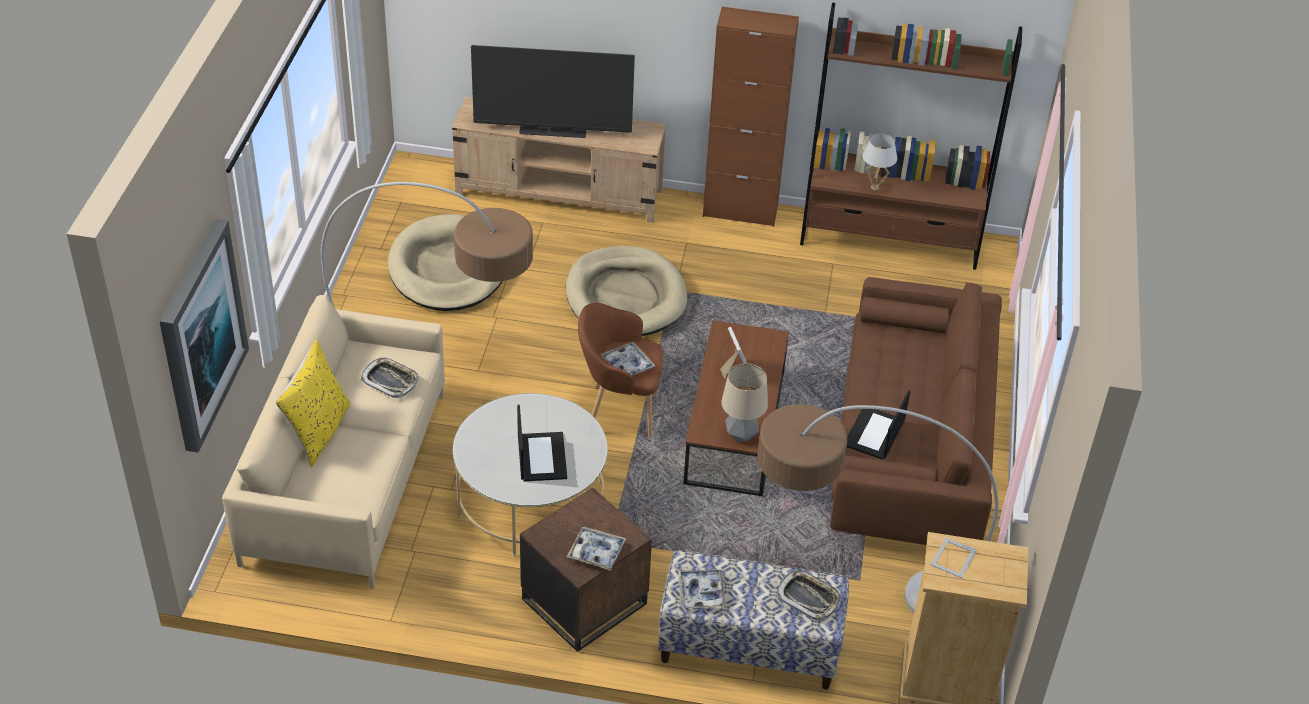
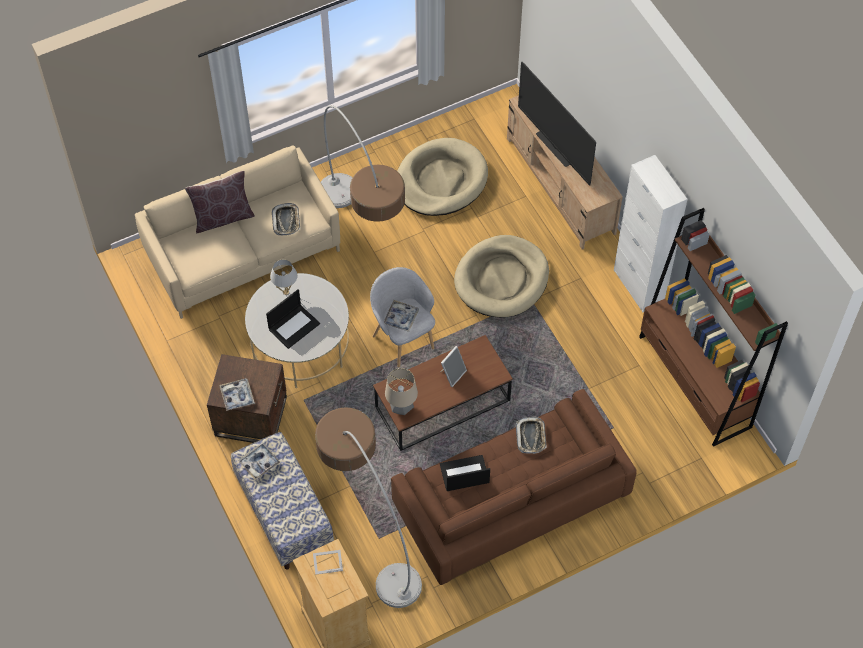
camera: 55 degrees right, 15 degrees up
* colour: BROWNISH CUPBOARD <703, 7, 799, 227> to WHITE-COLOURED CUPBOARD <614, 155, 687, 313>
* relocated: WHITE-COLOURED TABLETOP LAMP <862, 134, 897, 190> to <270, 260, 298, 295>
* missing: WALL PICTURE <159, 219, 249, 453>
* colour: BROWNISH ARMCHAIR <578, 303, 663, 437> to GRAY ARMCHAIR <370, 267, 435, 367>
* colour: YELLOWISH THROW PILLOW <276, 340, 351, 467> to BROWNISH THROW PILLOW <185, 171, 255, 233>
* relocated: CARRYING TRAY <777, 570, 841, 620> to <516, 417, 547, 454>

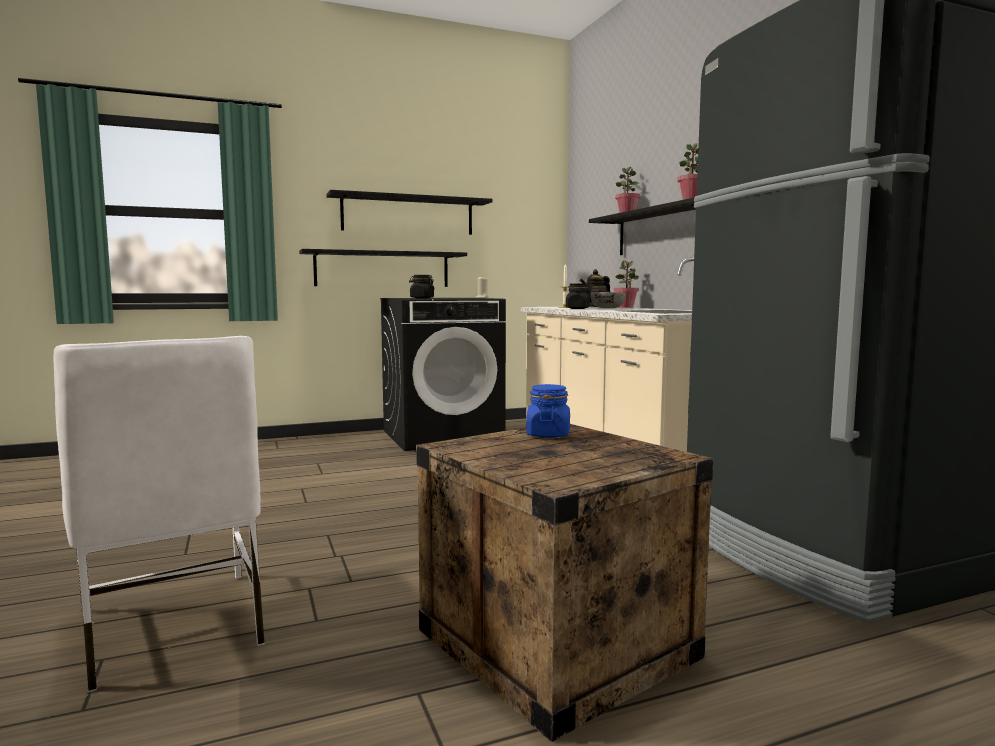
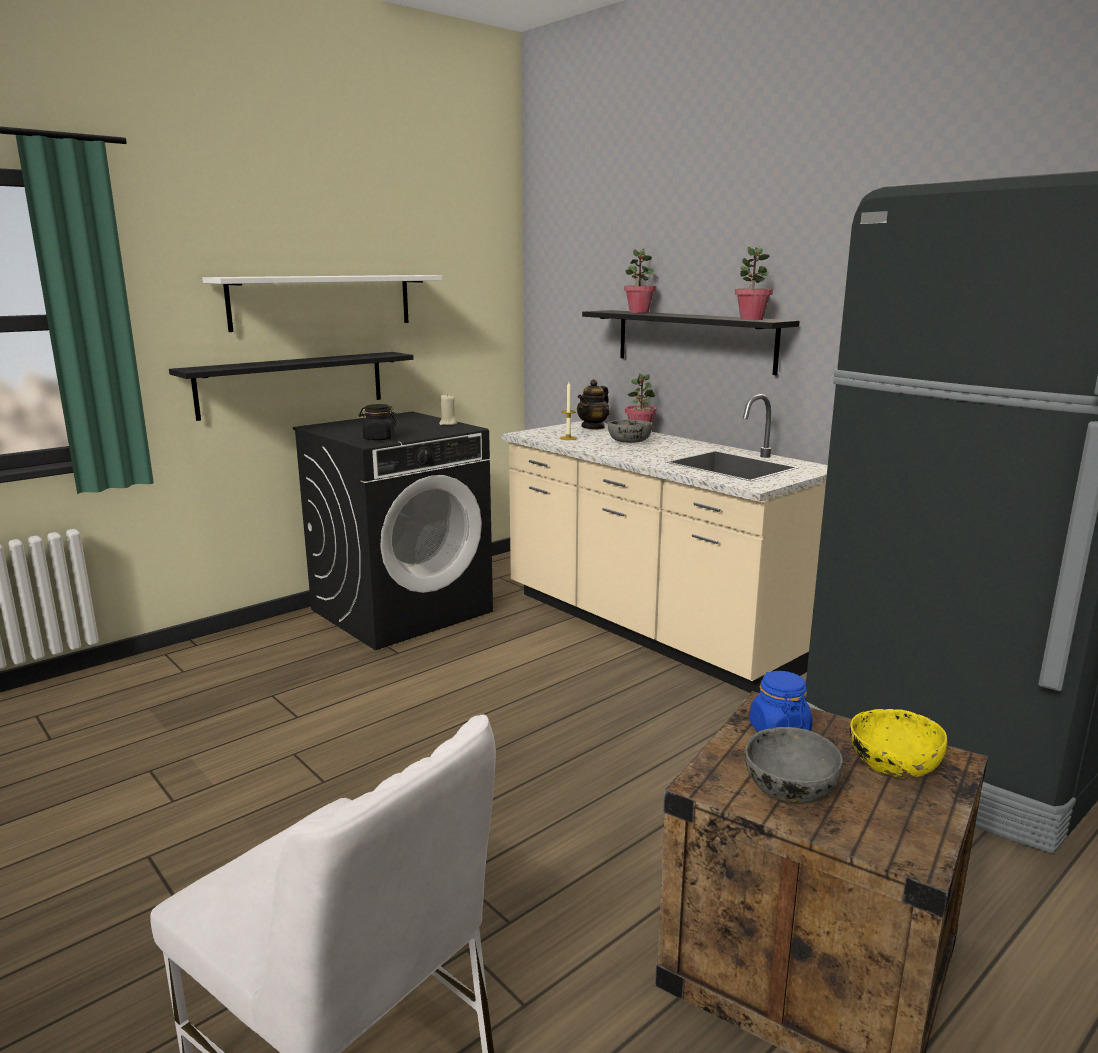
camera: 20 degrees left, 10 degrees up
* colour: BLACK-COLOURED BRACKET SHELF <326, 190, 493, 235> to WHITE-COLOURED BRACKET SHELF <202, 275, 442, 332>
* missing: BLACK-COLOURED STORAGE JAR <566, 283, 590, 309>
* appeared: YELLOWISH BOWL <850, 709, 947, 778>
* appeared: GRAY BOWL <745, 727, 843, 804>

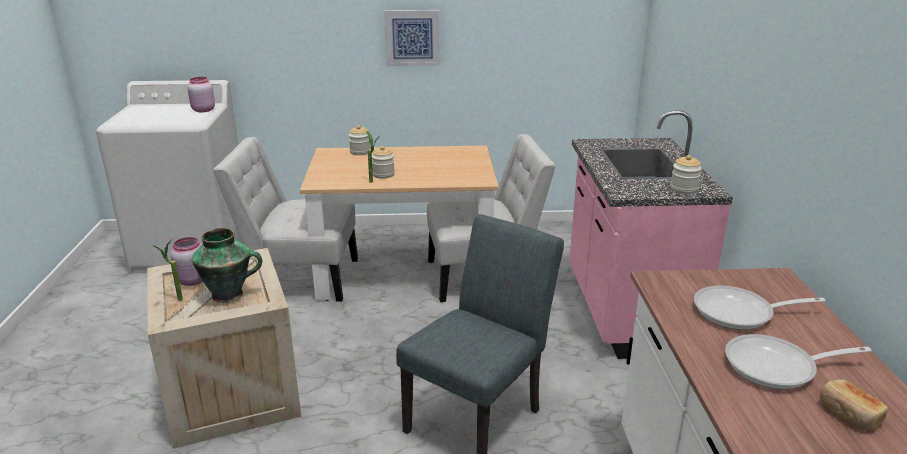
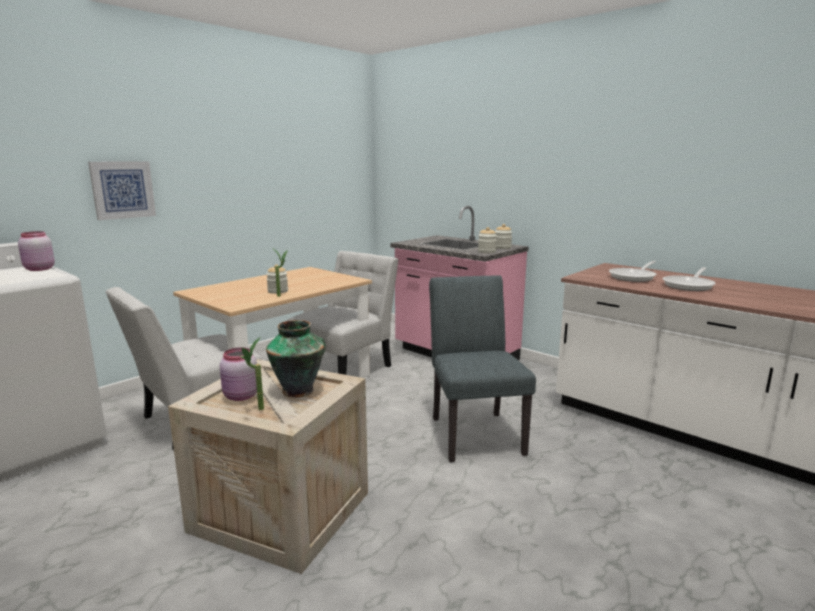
camera: 45 degrees left, 10 degrees down
* relocated: WALL PICTURE <384, 10, 440, 66> to <88, 161, 156, 220>
* relocated: STORAGE JAR <349, 125, 370, 155> to <478, 227, 497, 253>
* missing: BAKED BREAD <820, 379, 888, 431>

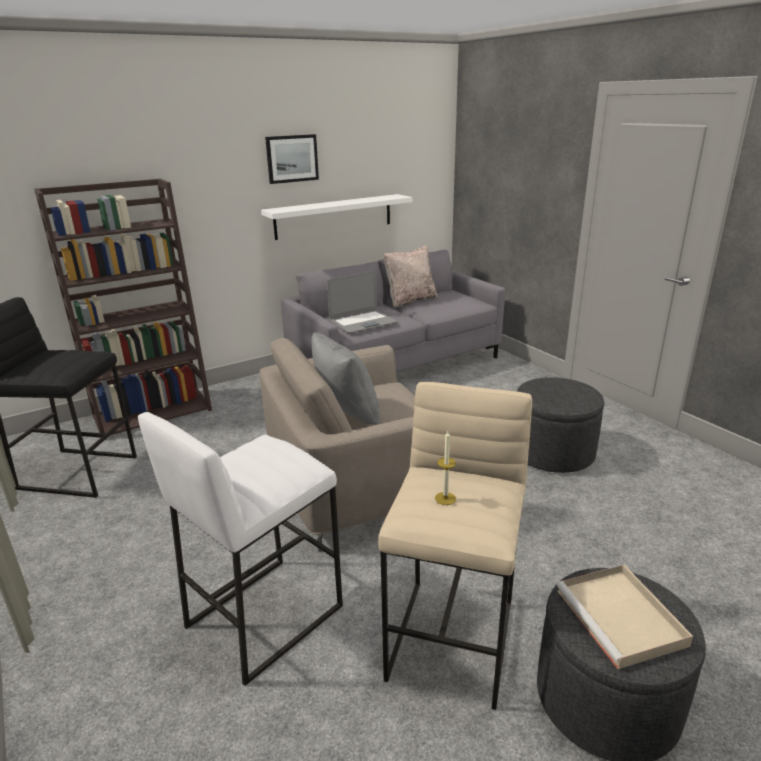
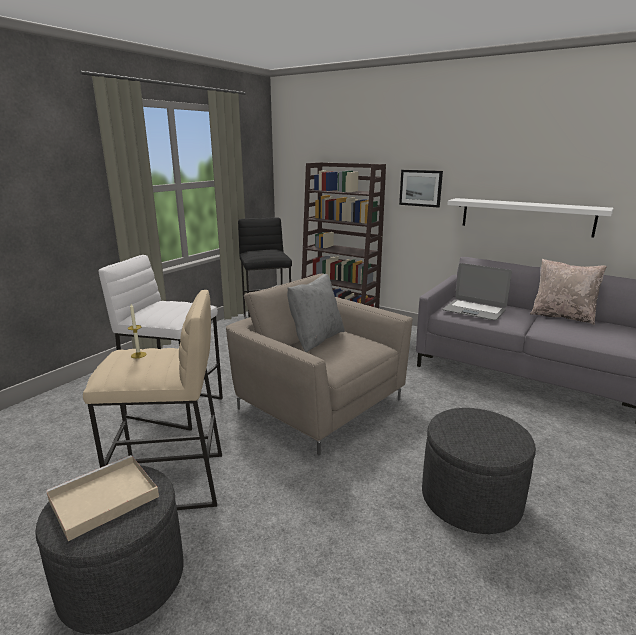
camera: 65 degrees right, 5 degrees down
* relocated: WALL PICTURE <265, 134, 319, 184> to <399, 170, 443, 208>

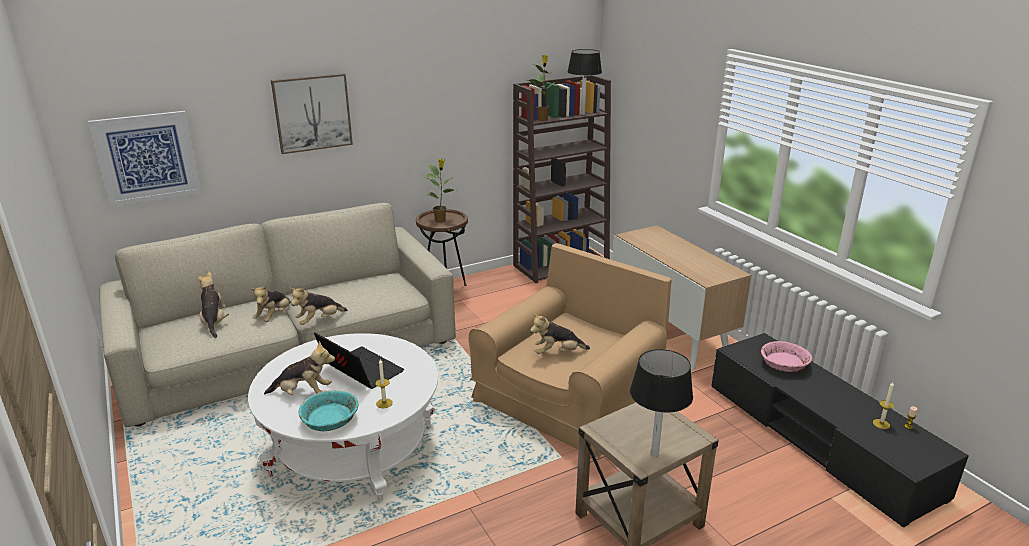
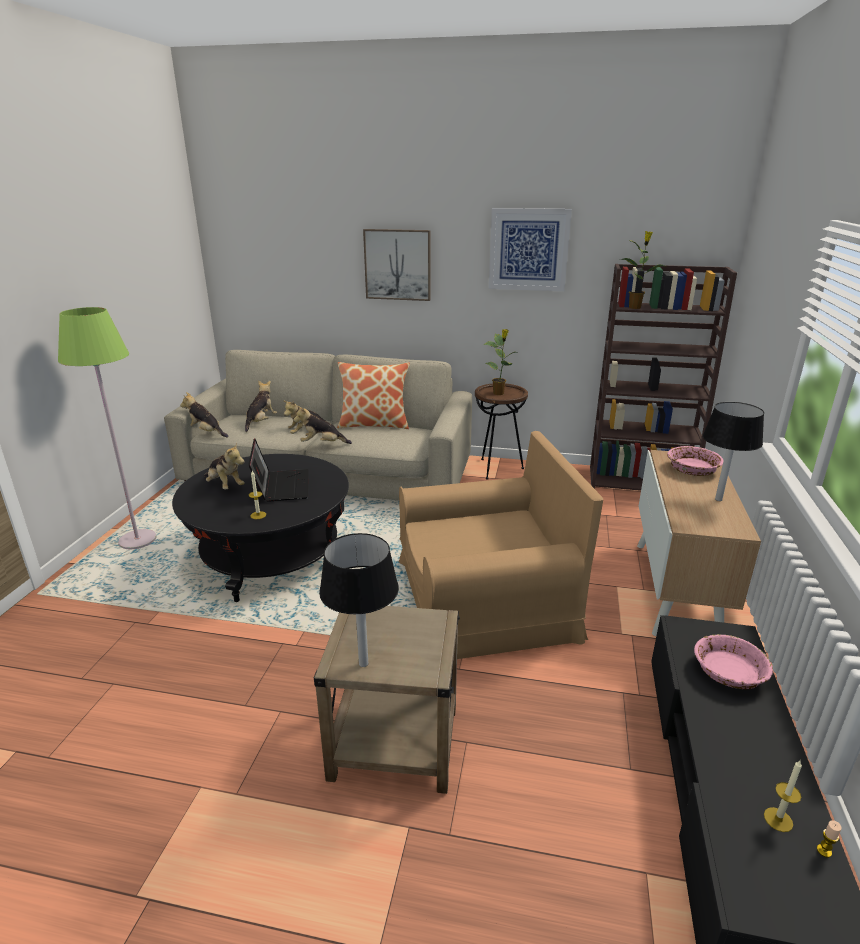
camera: 40 degrees right, 0 degrees up
* relocated: BLACK-COLOURED TABLETOP LAMP <567, 49, 602, 115> to <703, 402, 764, 501>
* relocated: WALL PICTURE <88, 111, 201, 207> to <489, 208, 572, 291>
* relocated: SOFT TOY <530, 313, 590, 354> to <180, 392, 229, 438>
* colour: WHITE-COLOURED COFFEE TABLE <248, 333, 438, 502> to BLACK-COLOURED COFFEE TABLE <172, 454, 349, 602>
* missing: TURQUOISE-COLOURED BOWL <299, 390, 358, 431>
* appeared: GREEN STANDING LAMP <58, 307, 156, 549>
* appeared: THROW PILLOW <337, 362, 410, 429>
* appeared: PINK BOWL <667, 446, 724, 476>

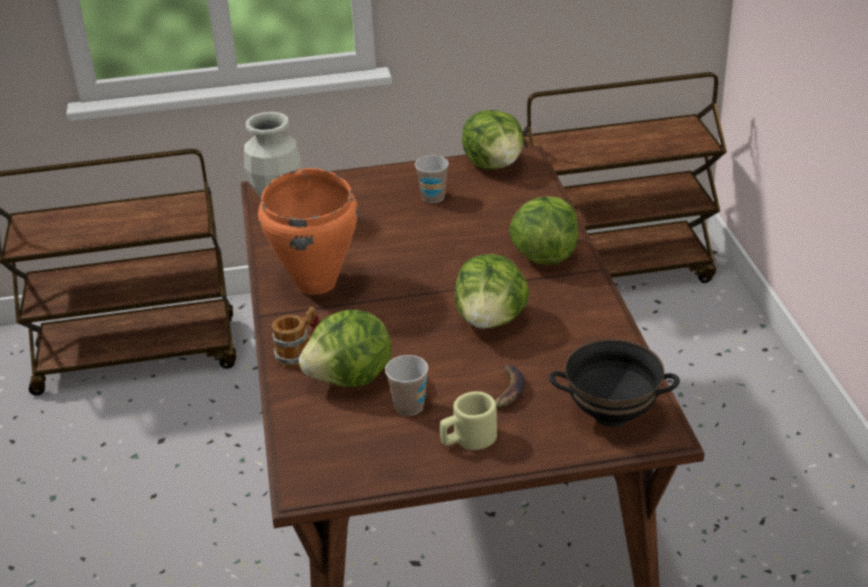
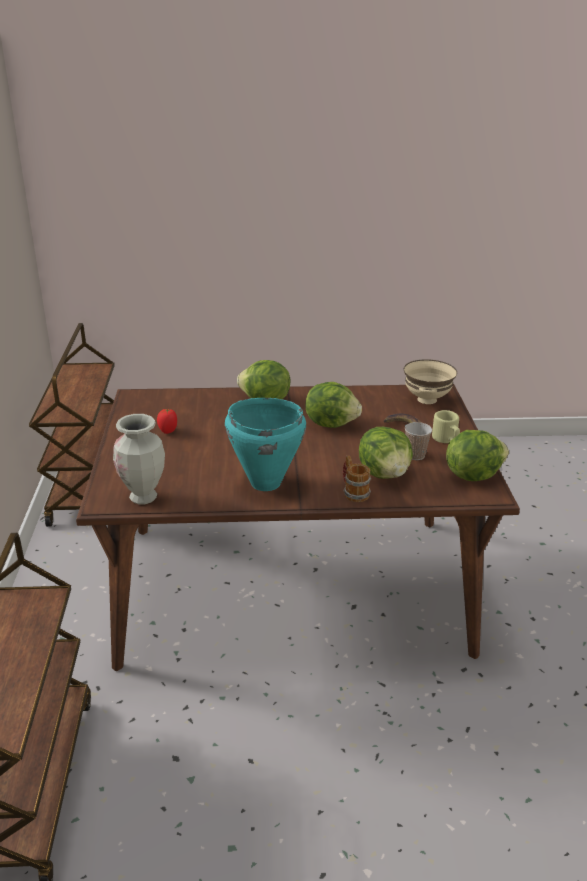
camera: 85 degrees left, 5 degrees down
* relocated: LETTUCE <462, 110, 524, 170> to <446, 430, 509, 481>
* exchanged: DRINKING CUP <415, 155, 449, 203> to FRESH TOMATO <157, 409, 177, 434>
* colour: ORANGEY SAUCEPOT <258, 168, 358, 295> to TURQUOISE-COLOURED SAUCEPOT <225, 398, 306, 491>
* colour: BLACK-COLOURED BOWL <549, 339, 680, 427> to BEIGE BOWL <404, 359, 457, 404>

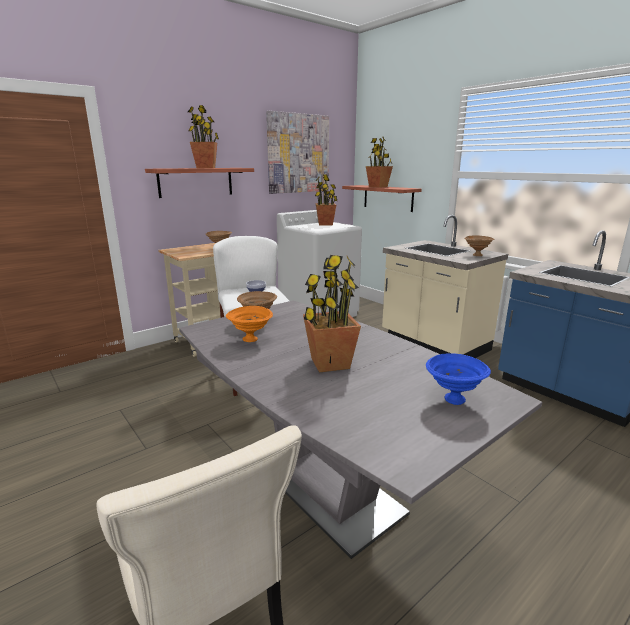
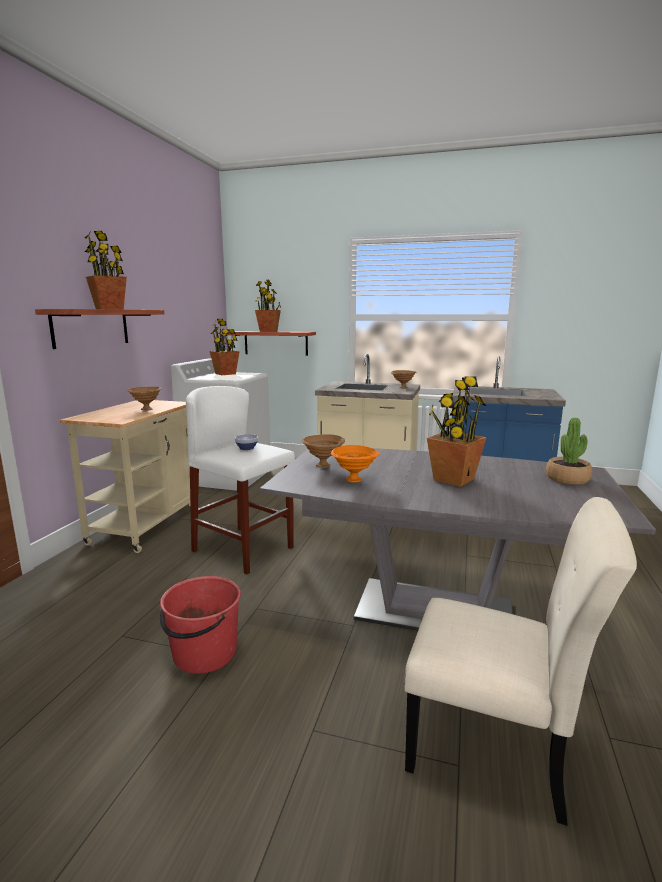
camera: 35 degrees left, 5 degrees down
* missing: WALL PICTURE <266, 111, 329, 194>
* exchanged: BLUE BOWL <426, 353, 491, 405> to POTTED PLANT <546, 418, 592, 485>
* appeared: REDDISH WATER BUCKET <160, 576, 241, 674>

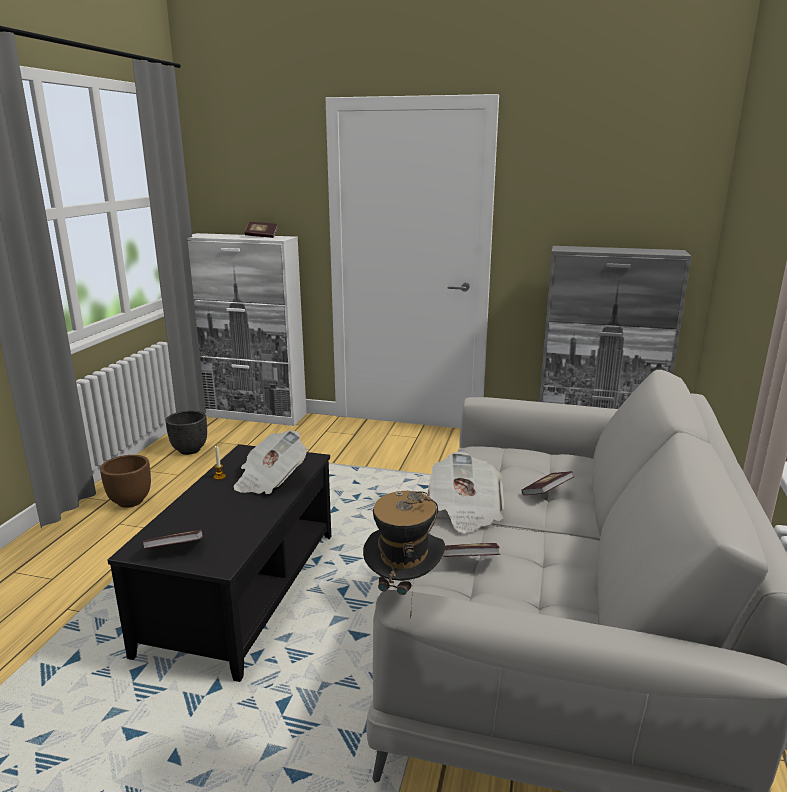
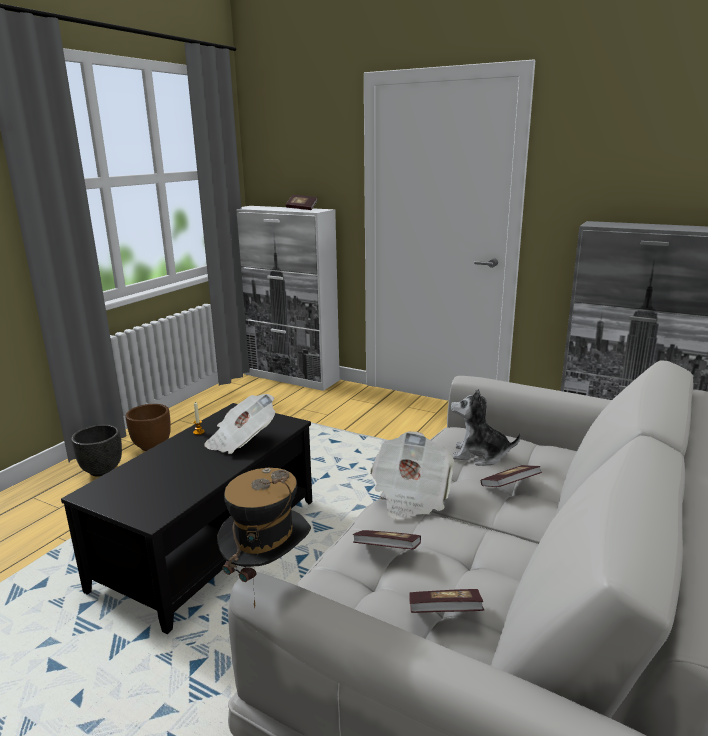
camera: 15 degrees right, 0 degrees up
* relocated: BLACK-COLOURED PLANT POT <166, 410, 207, 455> to <71, 424, 122, 477>
* relocated: BOUND BOOK <142, 530, 203, 549> to <409, 589, 484, 613>
* appeared: SOFT TOY <451, 389, 521, 466>

